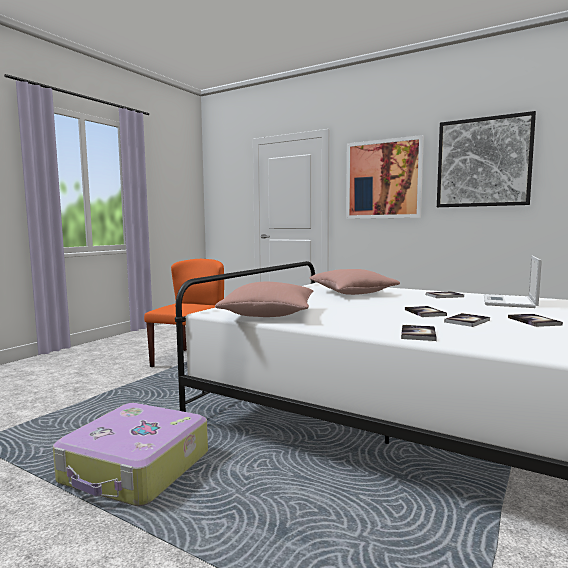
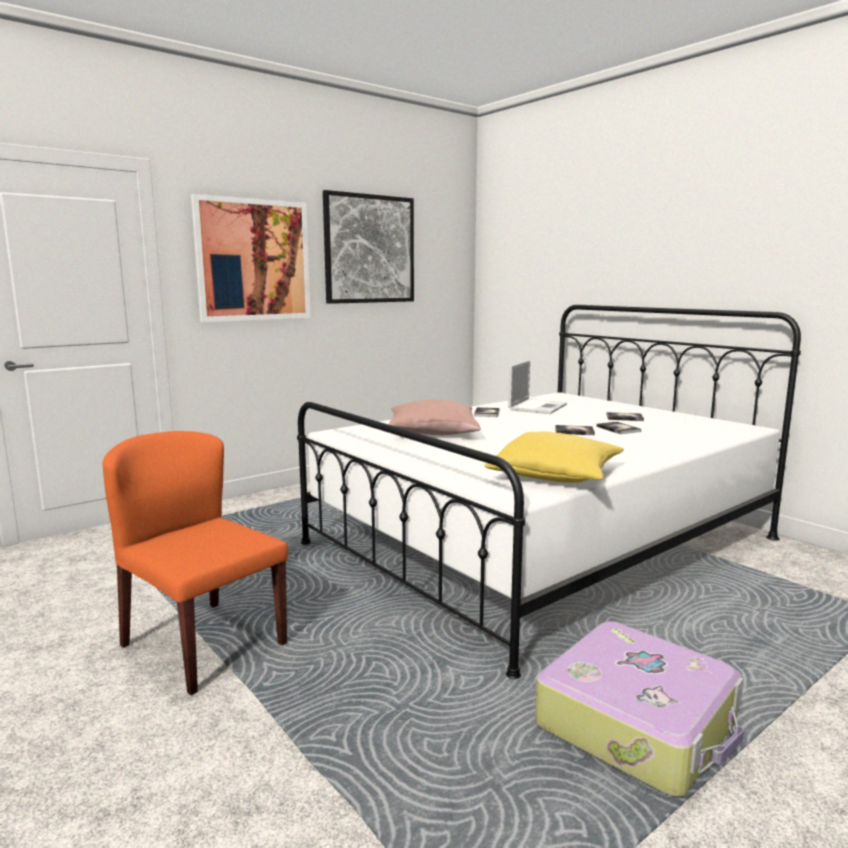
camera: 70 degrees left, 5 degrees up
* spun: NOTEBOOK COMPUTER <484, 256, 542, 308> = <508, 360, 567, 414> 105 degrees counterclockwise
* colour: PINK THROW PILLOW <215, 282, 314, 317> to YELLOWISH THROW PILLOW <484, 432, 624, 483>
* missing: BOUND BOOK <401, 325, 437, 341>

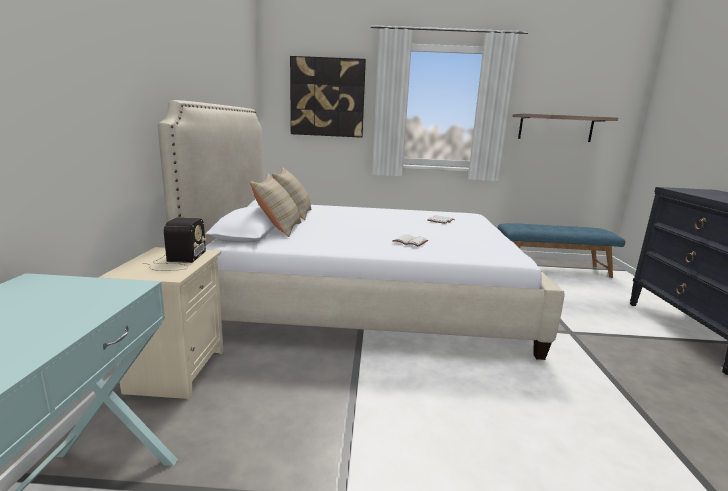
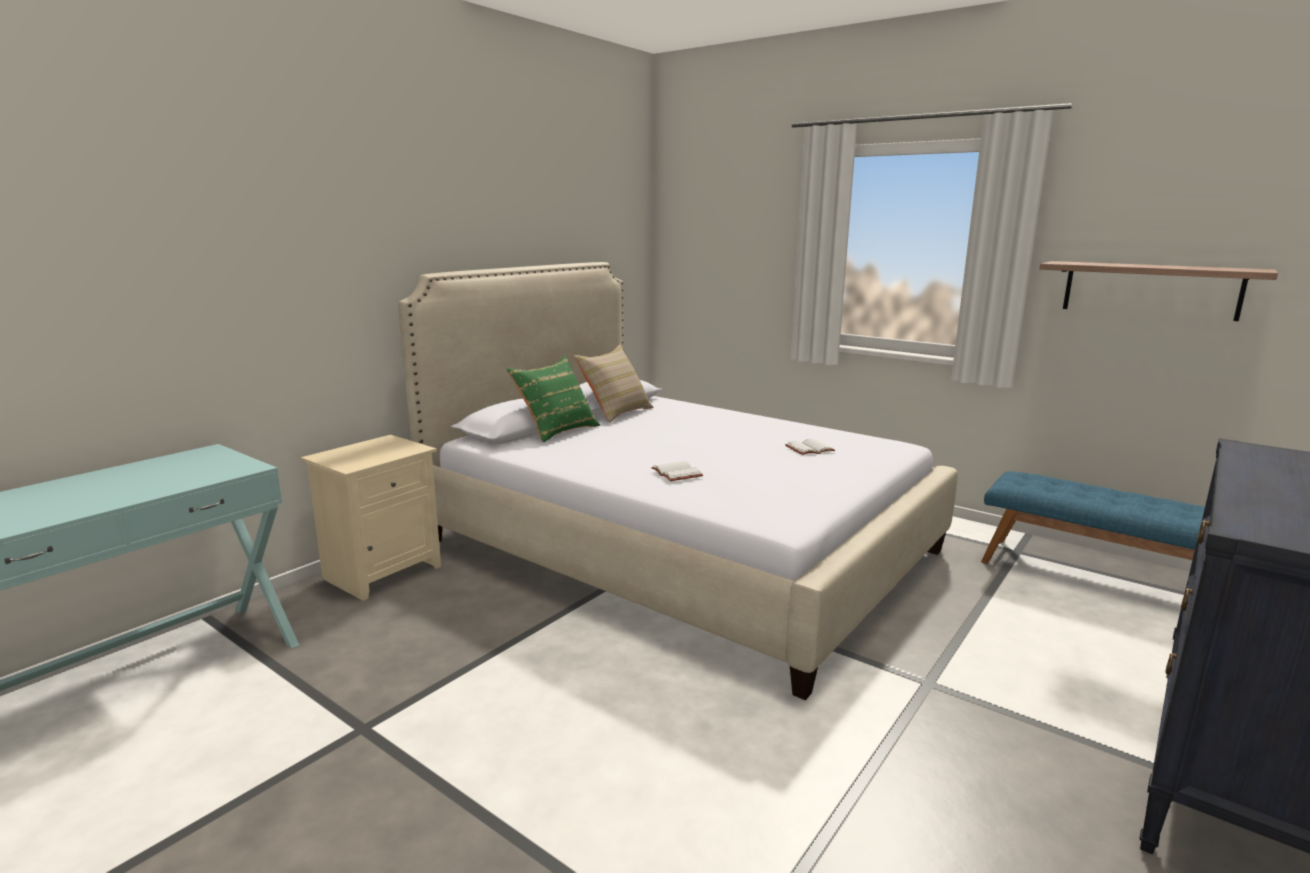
camera: 35 degrees right, 0 degrees up
* missing: WALL PICTURE <290, 56, 366, 138>
* colour: BEIGE THROW PILLOW <250, 174, 302, 237> to GREEN THROW PILLOW <506, 356, 600, 443>
* missing: RADIO <142, 217, 207, 271>

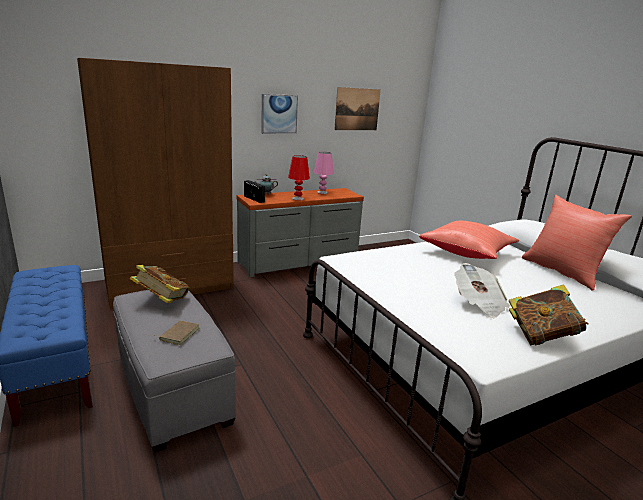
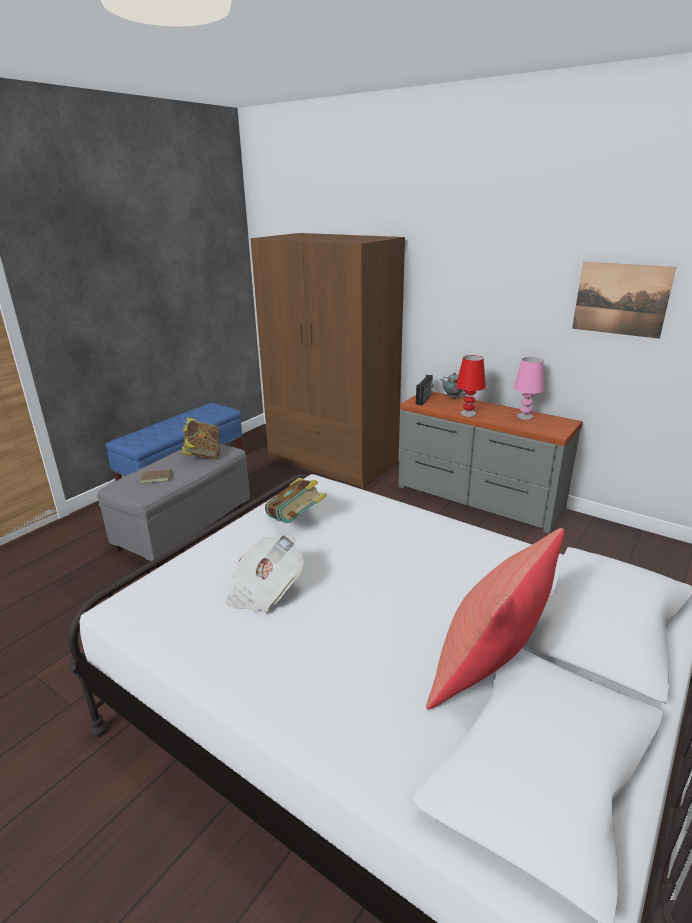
camera: 65 degrees right, 5 degrees up
* missing: WALL PICTURE <261, 94, 298, 134>
* missing: REDDISH THROW PILLOW <419, 221, 519, 259>
* relocated: BOUND BOOK <509, 285, 588, 345> to <265, 478, 327, 523>

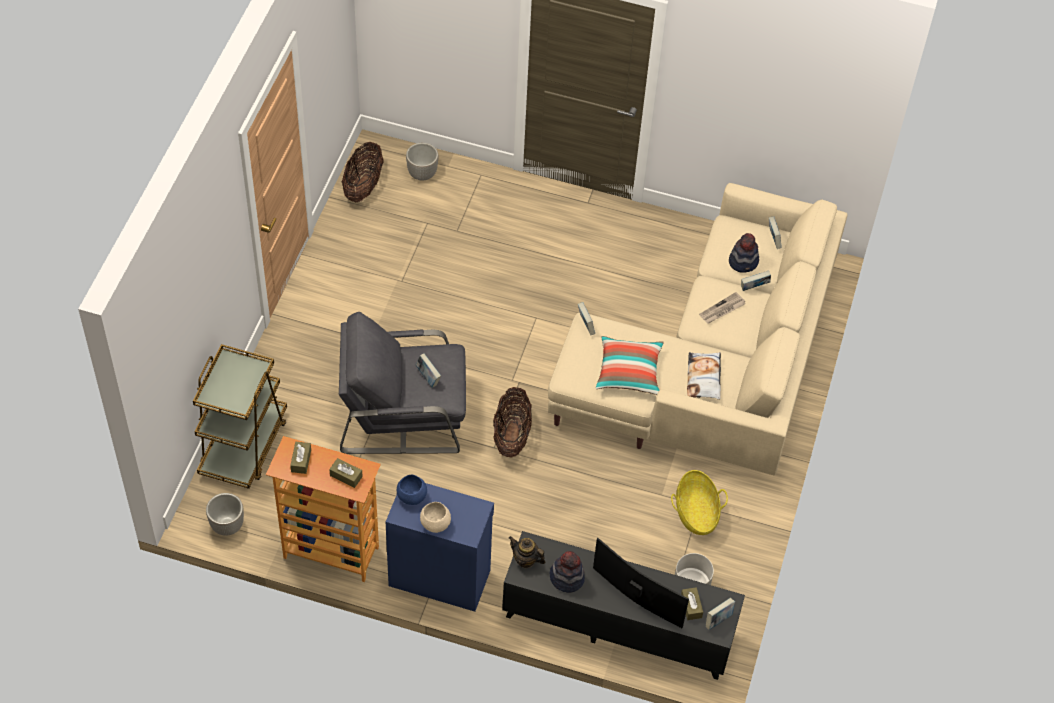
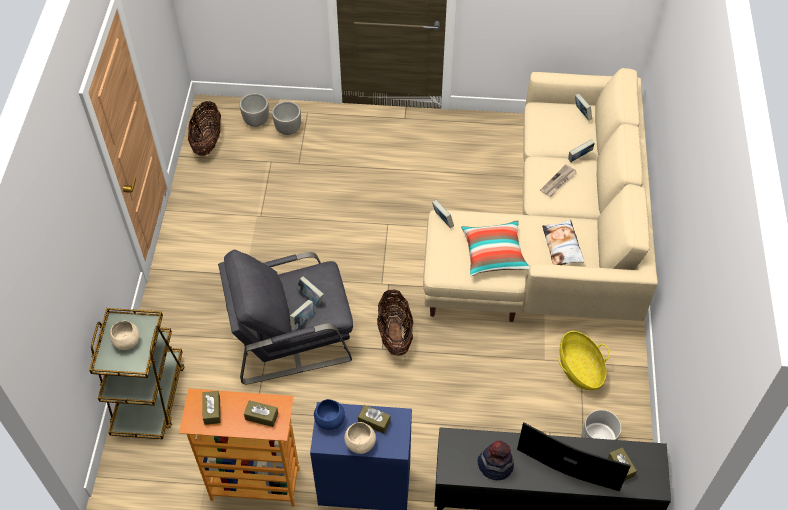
camera: 10 degrees left, 0 degrees up
* missing: HAT <729, 233, 759, 273>
* relocated: PLANT POT <206, 493, 244, 536> to <272, 101, 301, 135>
* missing: TEA POT <509, 536, 546, 568>
* relocated: BOUND BOOK <706, 598, 735, 630> to <290, 300, 314, 331>
* appeared: BEIGE BOWL <110, 321, 139, 350>
* appeared: BROWNISH TISSUE BOX <358, 405, 391, 433>

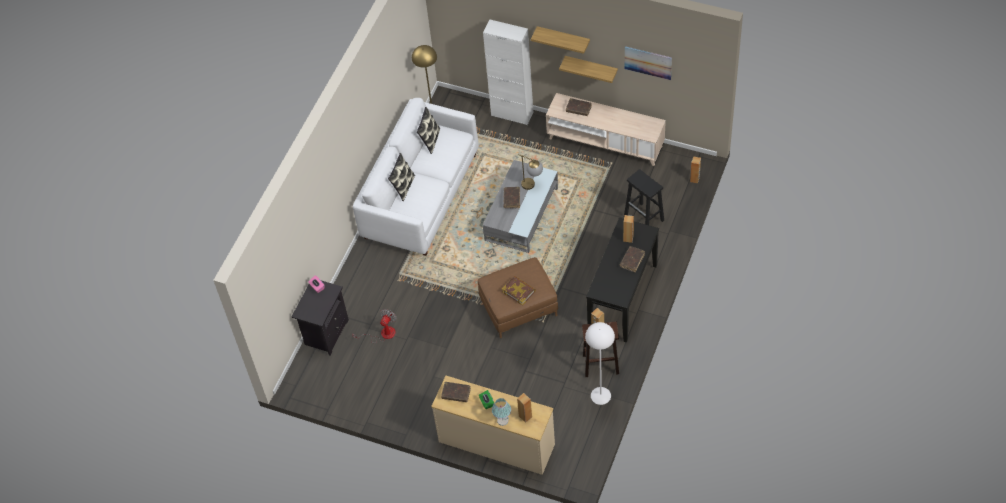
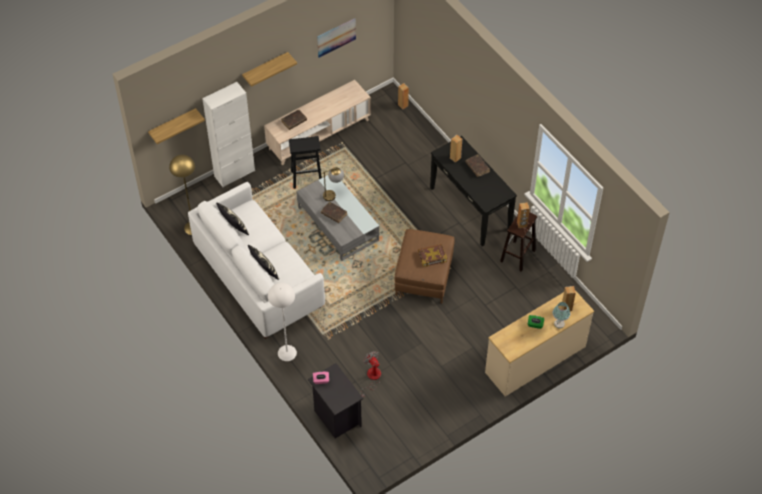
camera: 60 degrees left, 0 degrees up
* relocated: BRACKET SHELF <559, 56, 618, 83> to <148, 108, 205, 144>
* relocated: BLACK-COLOURED SITTING STOOL <624, 169, 664, 225> to <289, 136, 322, 189>
* relocated: WHITE-COLOURED STANDING LAMP <585, 322, 615, 405> to <268, 283, 297, 361>
* missing: BROWNISH BOUND BOOK <441, 382, 471, 402>

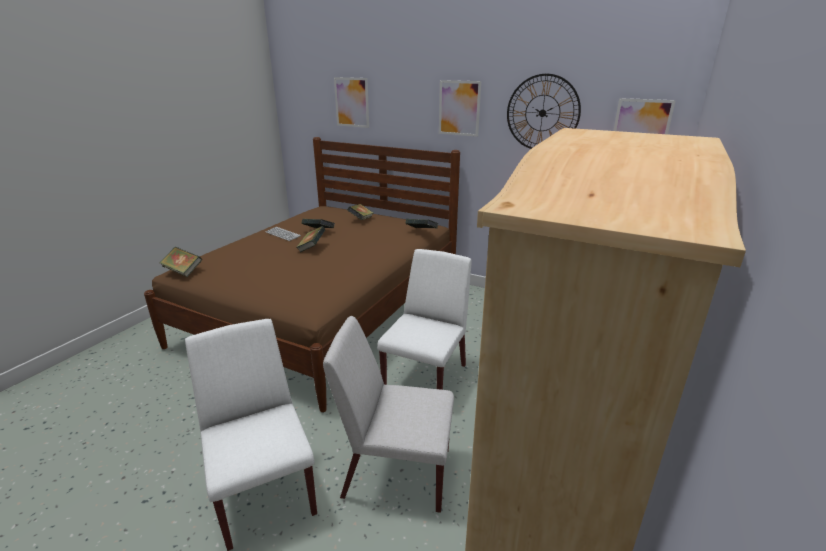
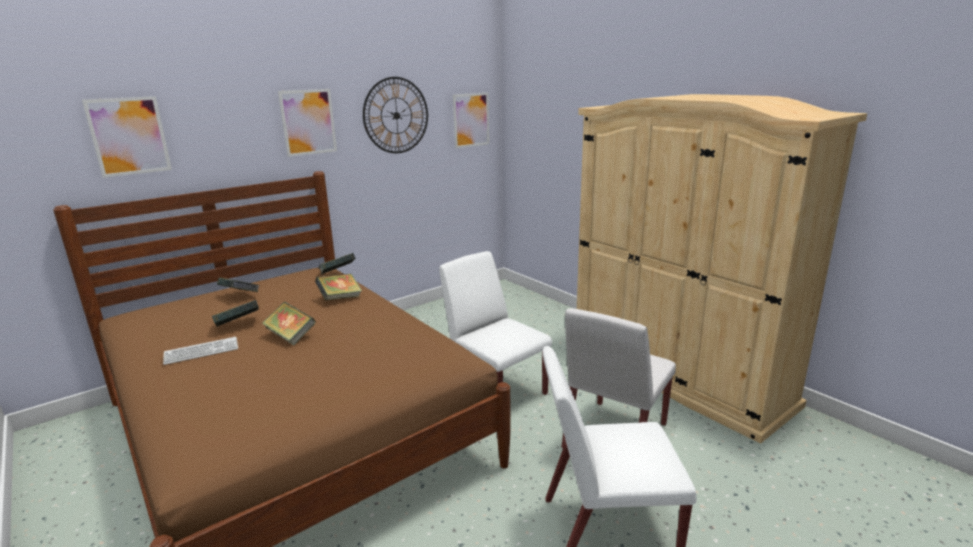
camera: 65 degrees left, 5 degrees down
* relocated: BOUND BOOK <160, 247, 202, 277> to <315, 274, 362, 300>

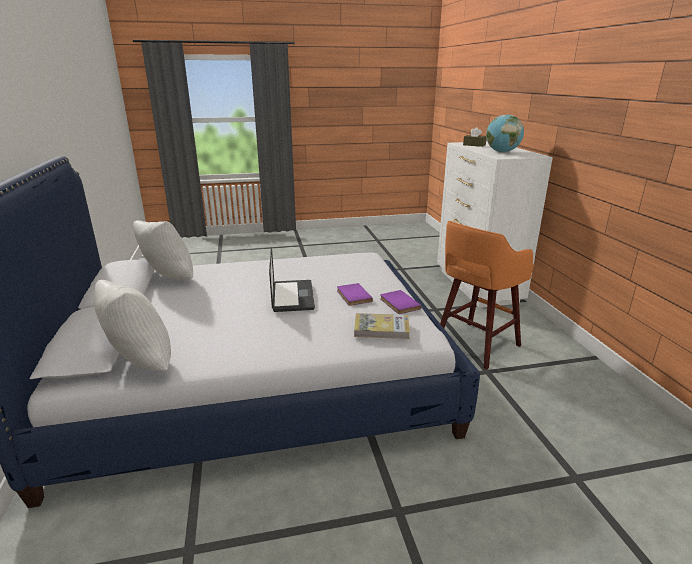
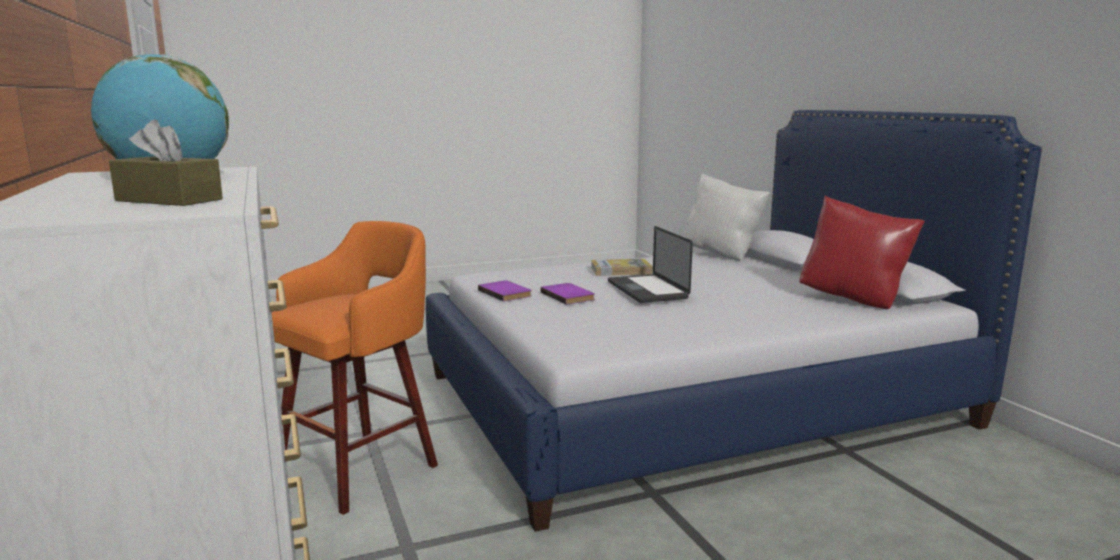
camera: 170 degrees right, 10 degrees down
* colour: WHITE-COLOURED THROW PILLOW <133, 220, 193, 280> to REDDISH THROW PILLOW <799, 196, 925, 309>
* relocated: BOUND BOOK <354, 313, 410, 339> to <591, 259, 653, 276>

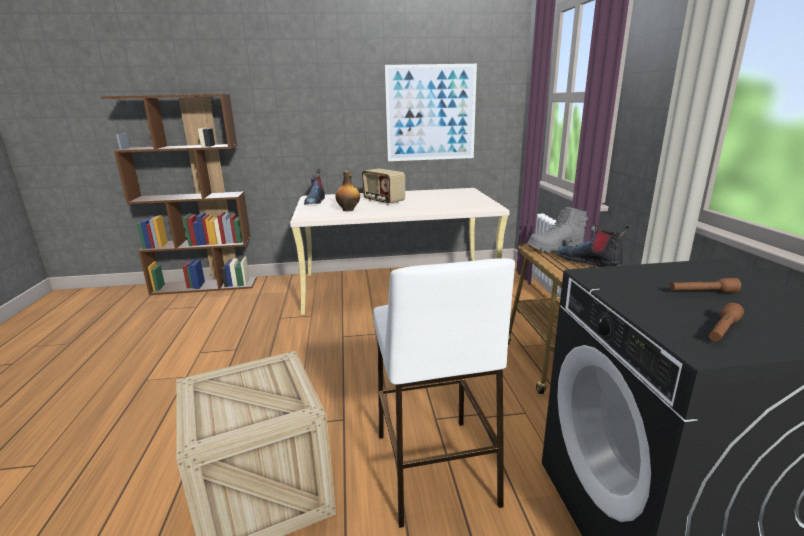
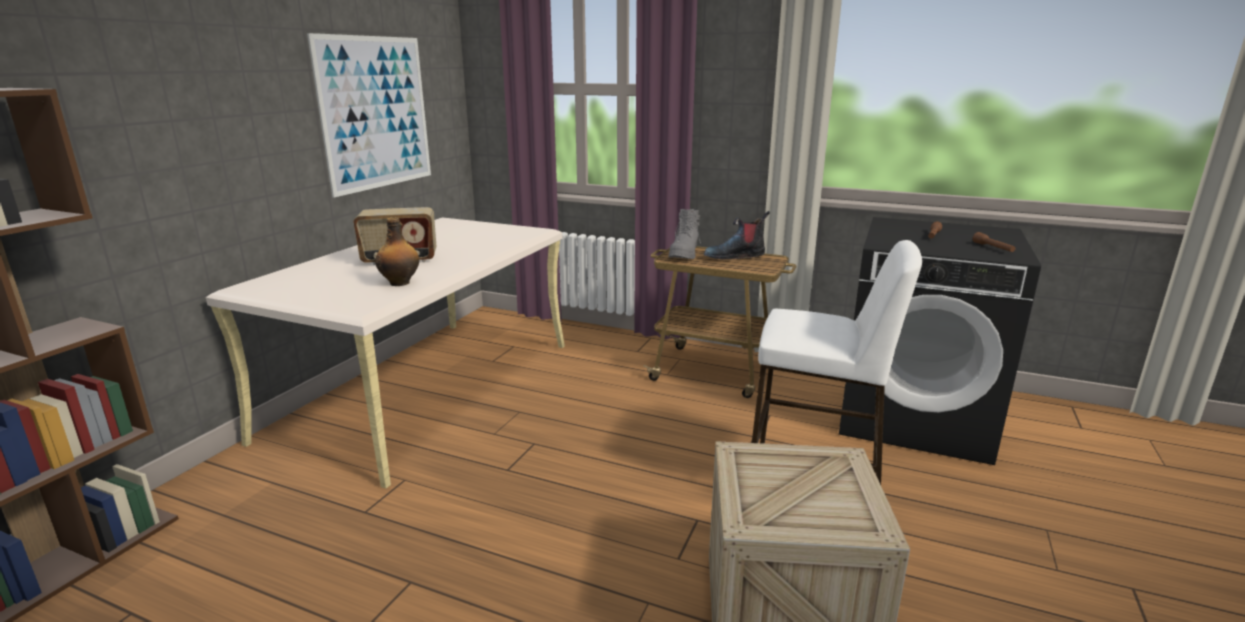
camera: 60 degrees left, 0 degrees up
* missing: TALL BOOT <304, 169, 325, 205>

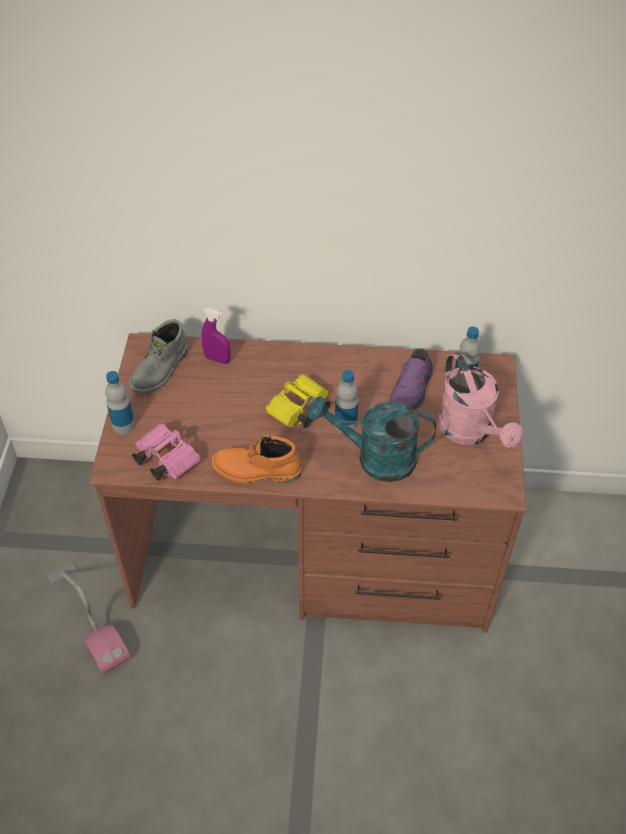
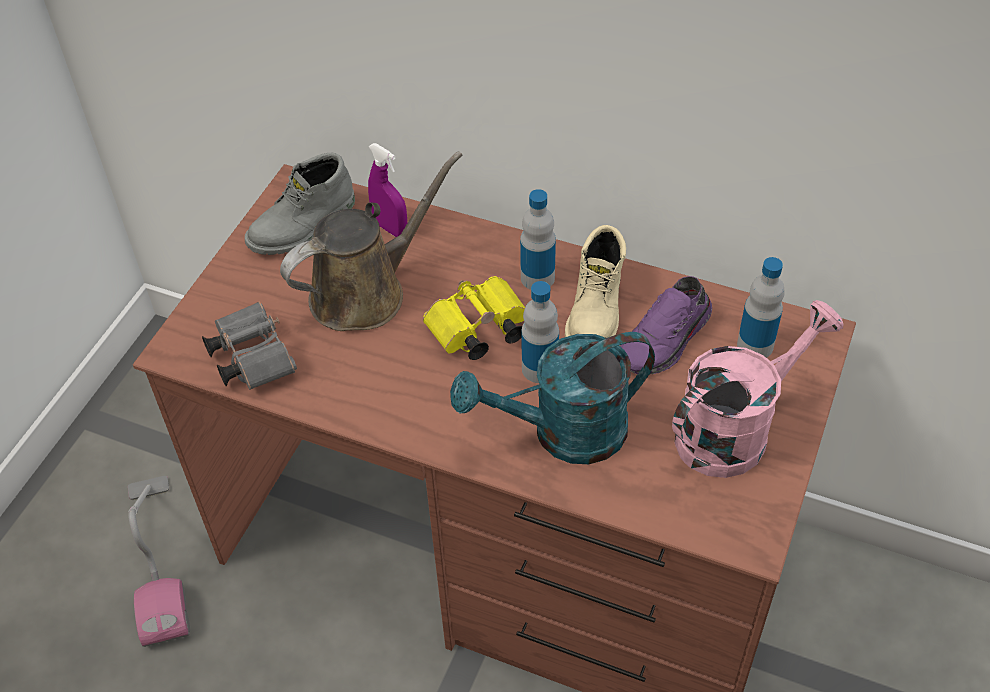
camera: 20 degrees right, 0 degrees up
* spun: PINK WATERING POT <438, 353, 523, 448> = <672, 300, 844, 478> 120 degrees counterclockwise
* relocated: BEVERAGE BOTTLE <105, 371, 135, 434> to <520, 189, 556, 290>
* spun: TURQUOISE-COLOURED WATERING POT <308, 396, 436, 482> = <450, 332, 655, 464> 45 degrees counterclockwise
* colour: PINK PAIR OF BINOCULARS <132, 423, 201, 481> to GRAY PAIR OF BINOCULARS <202, 302, 297, 390>
* missing: ORANGEY TALL BOOT <211, 435, 302, 483>
* appeared: BROWNISH WATERING POT <280, 151, 463, 331>
* appeared: BEIGE TALL BOOT <565, 225, 626, 338>

